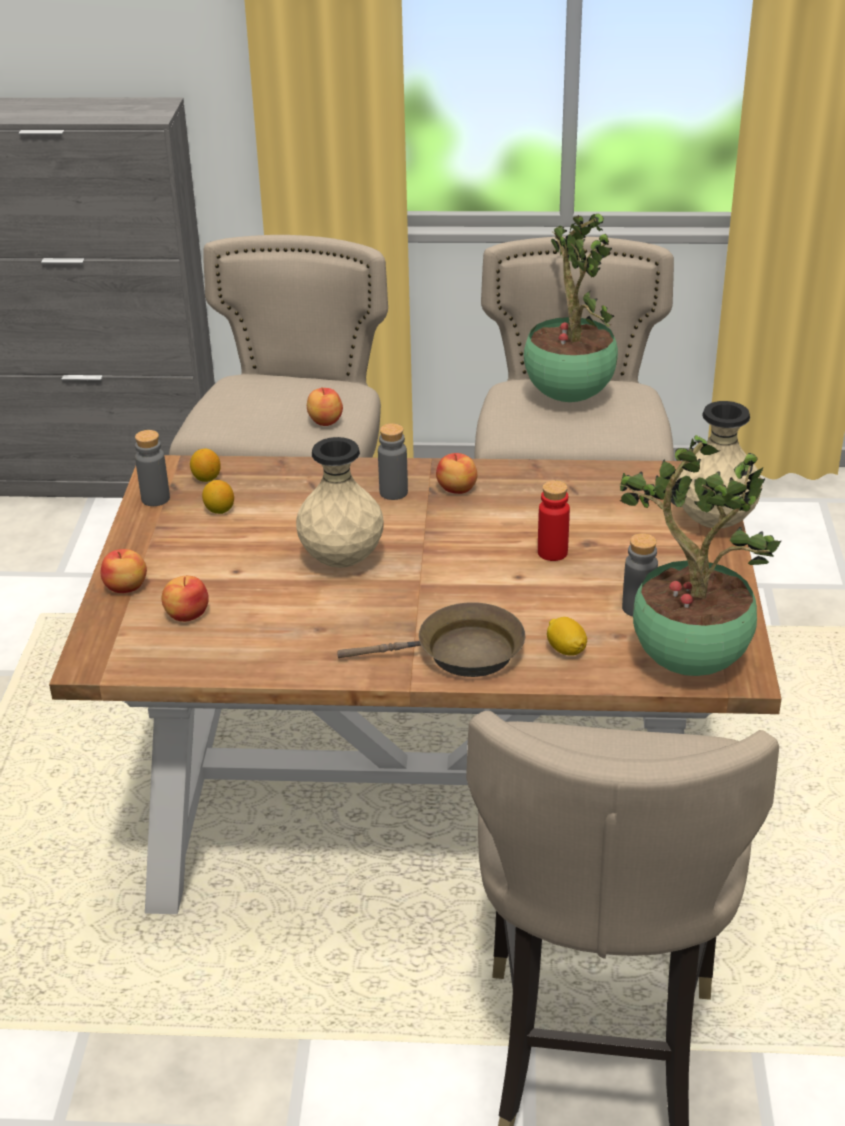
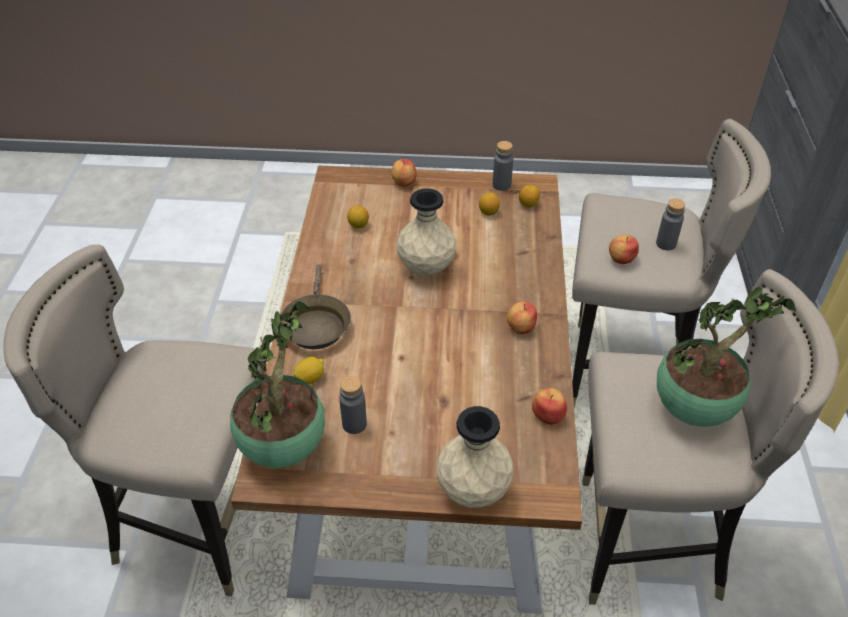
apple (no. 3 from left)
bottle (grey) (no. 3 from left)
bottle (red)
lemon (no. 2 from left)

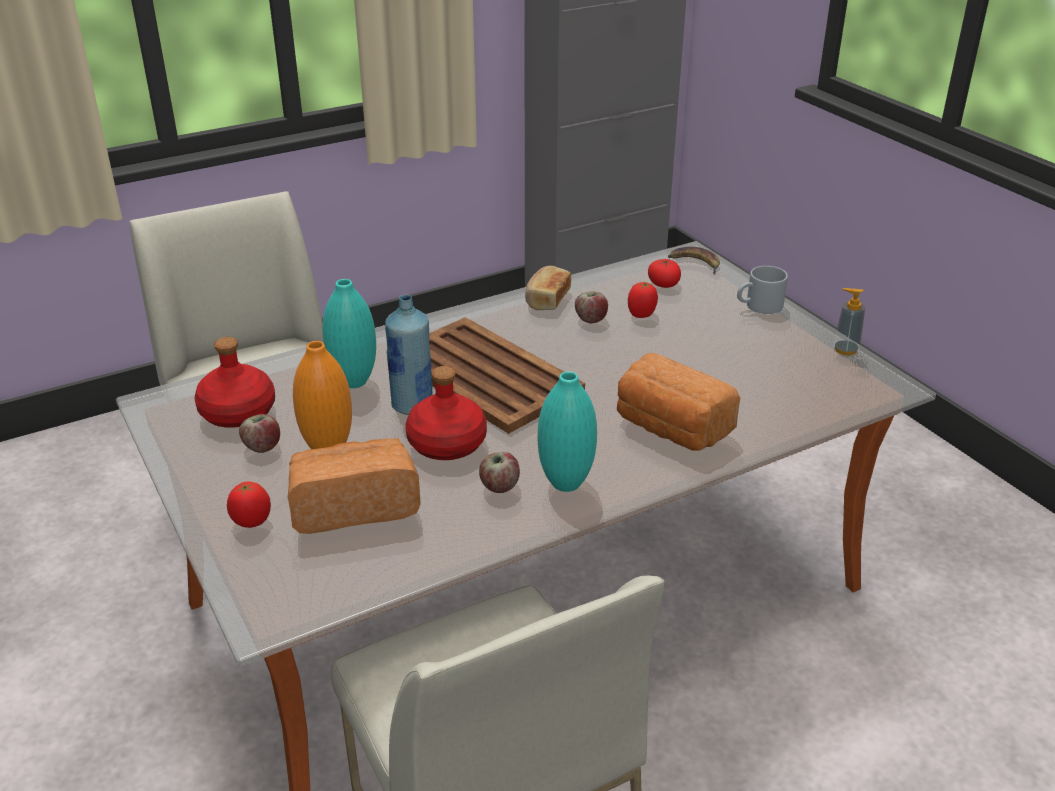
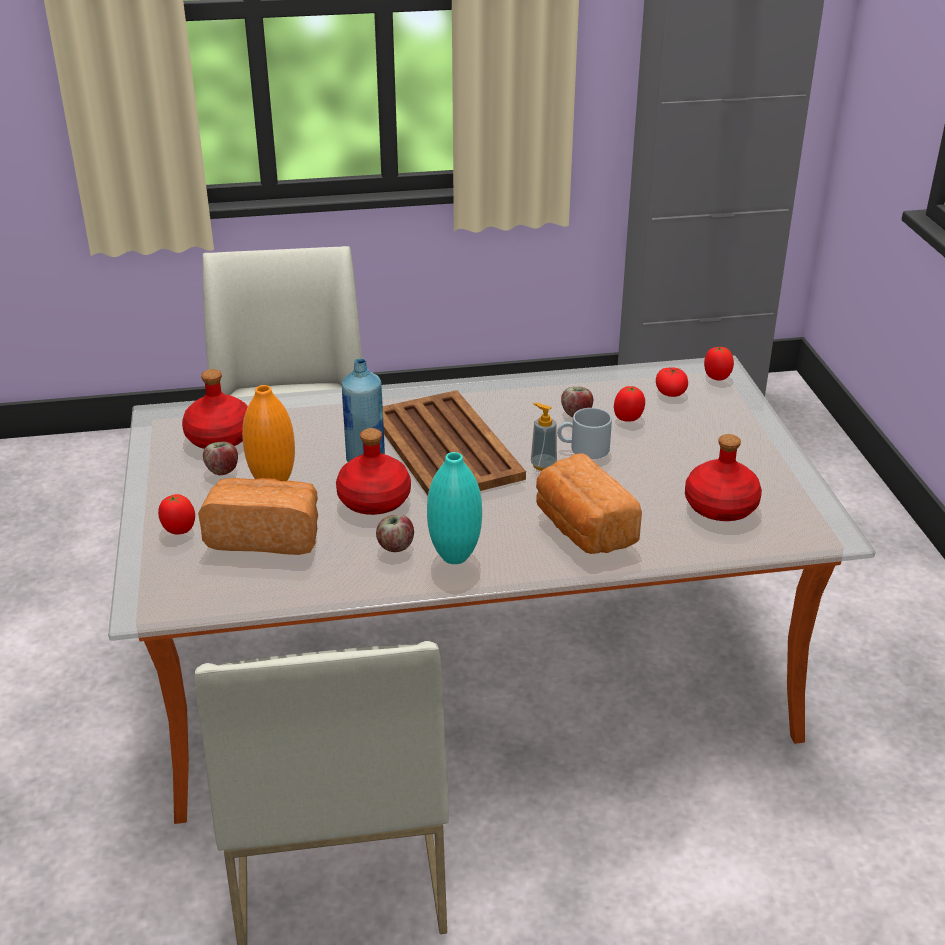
vase (turquoise) (no. 1 from left in the first image)
bread (no. 2 from left in the first image)
tomato (no. 4 from left)
mug (grey)
soap dispenser
bottle (red) (no. 3 from left)

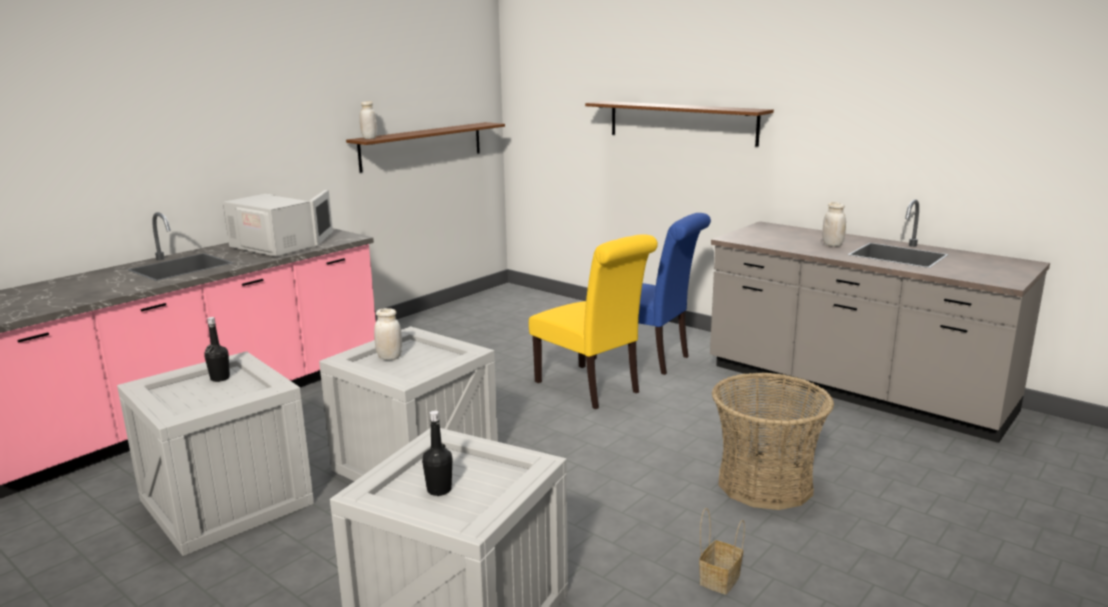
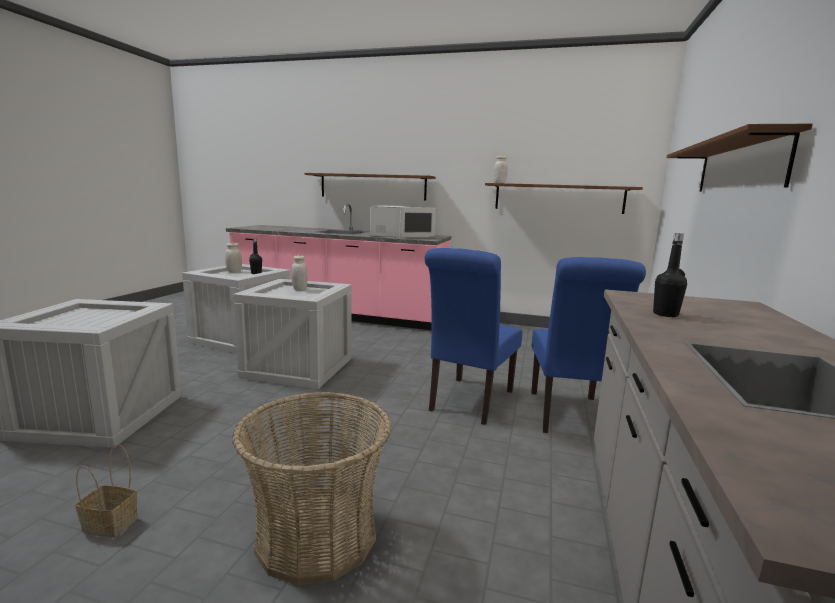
bottle (black) (no. 2 from left)
chair (blue) (no. 1 from left)
jar (white) (no. 1 from left)
shelf (brown) (no. 1 from left)

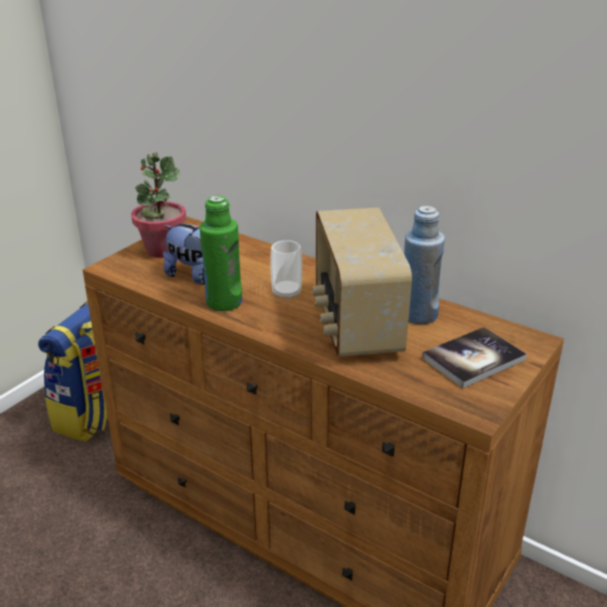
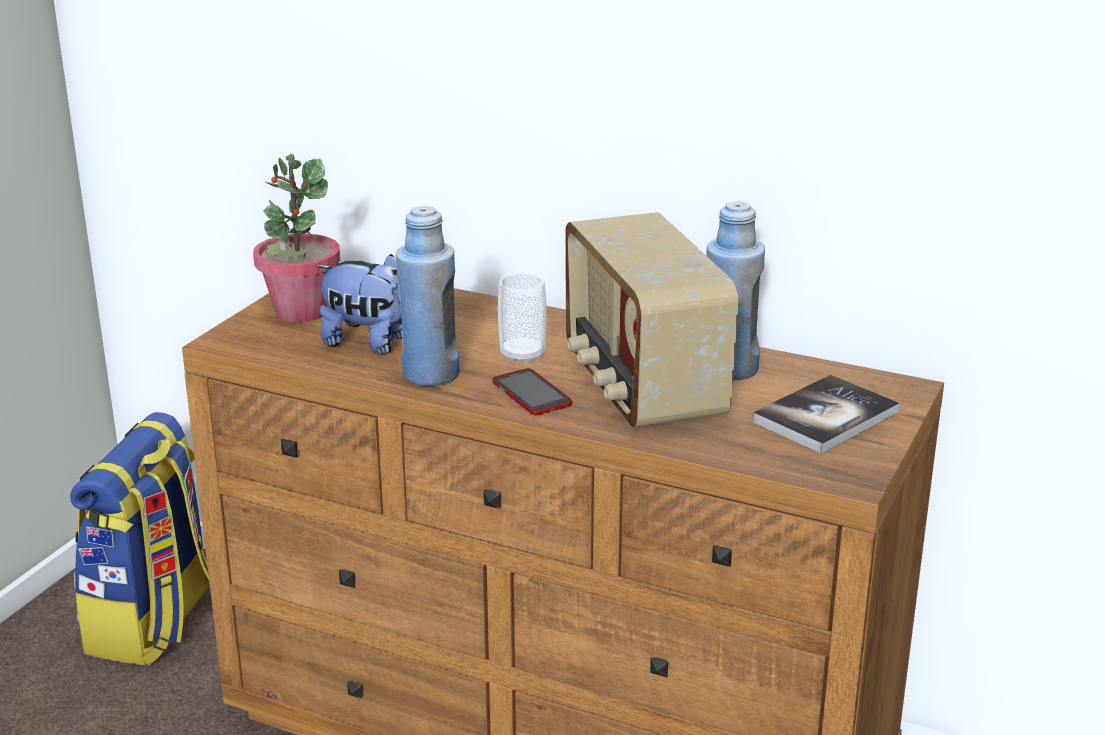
bottle (blue) (no. 1 from left)
phone

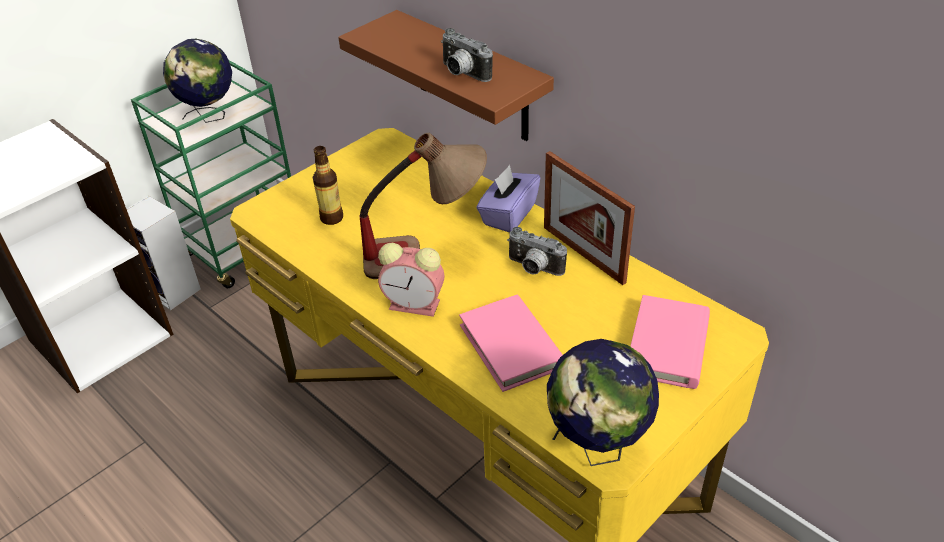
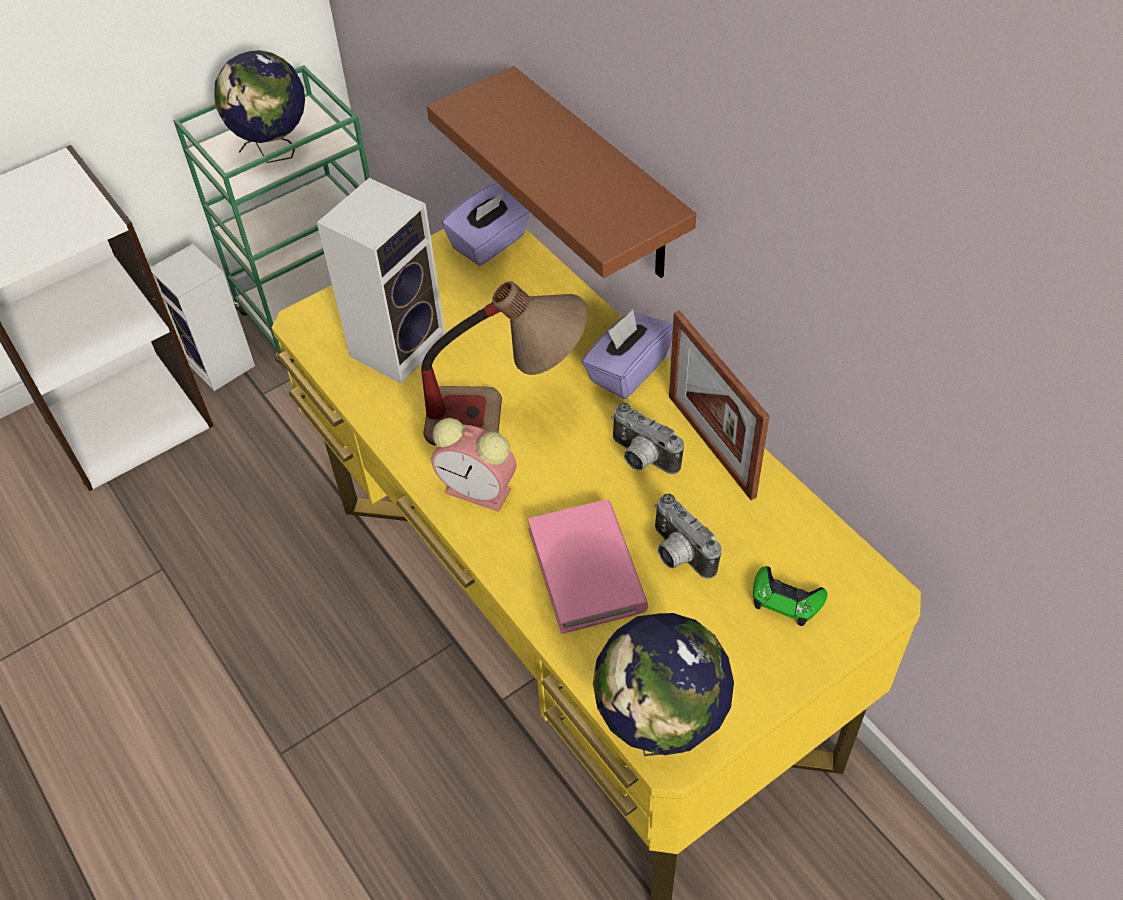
speaker (no. 2 from left)
photo camera (no. 2 from left)
game controller (green)
tissue box (purple) (no. 1 from left)

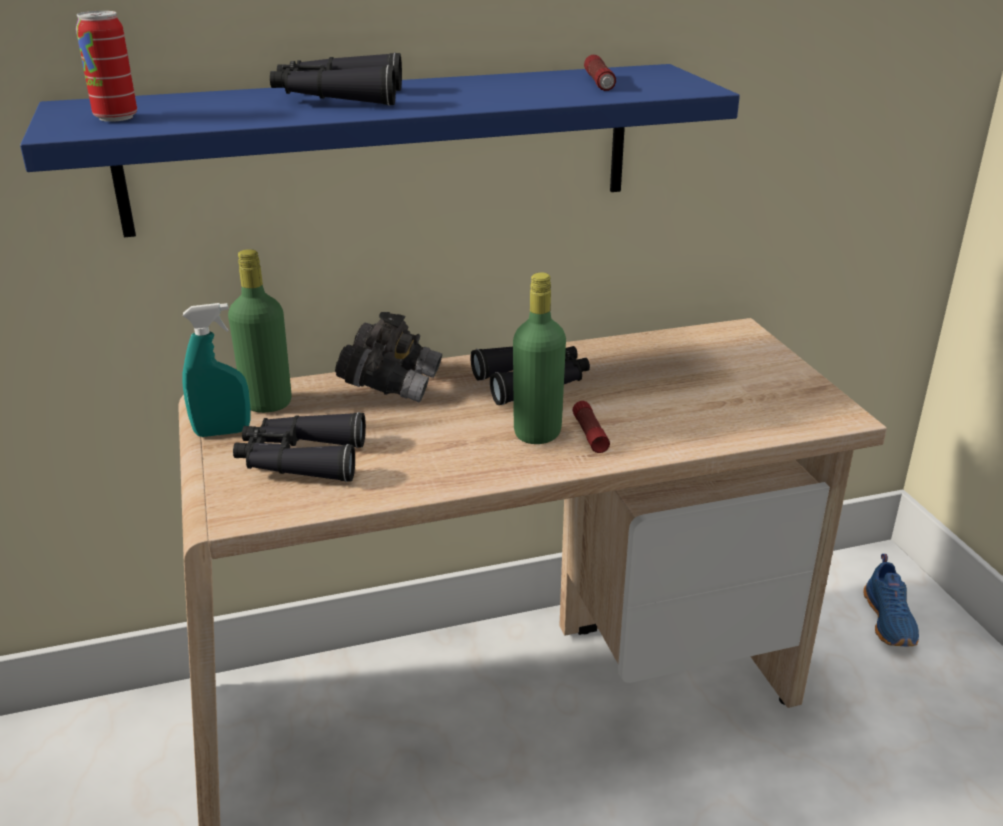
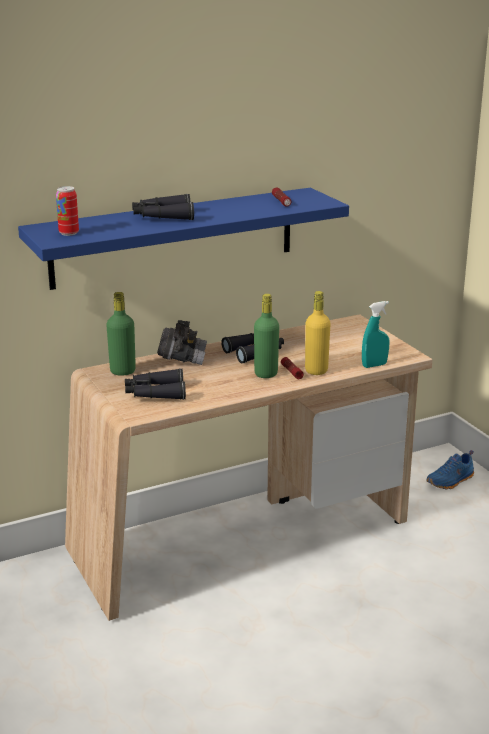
spray bottle (turquoise)
shoe (blue)
bottle (yellow)

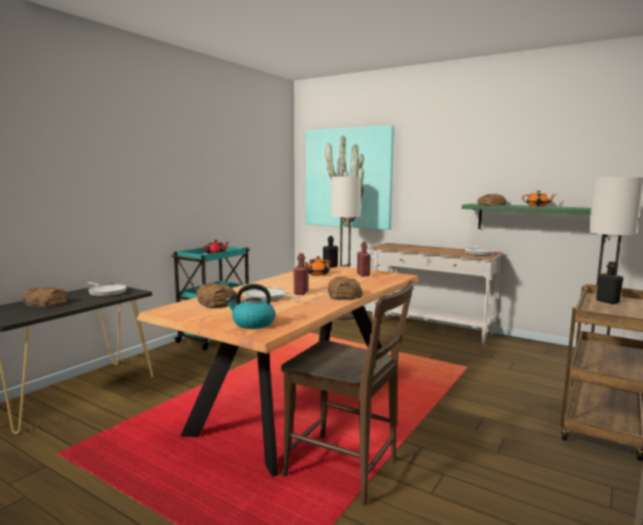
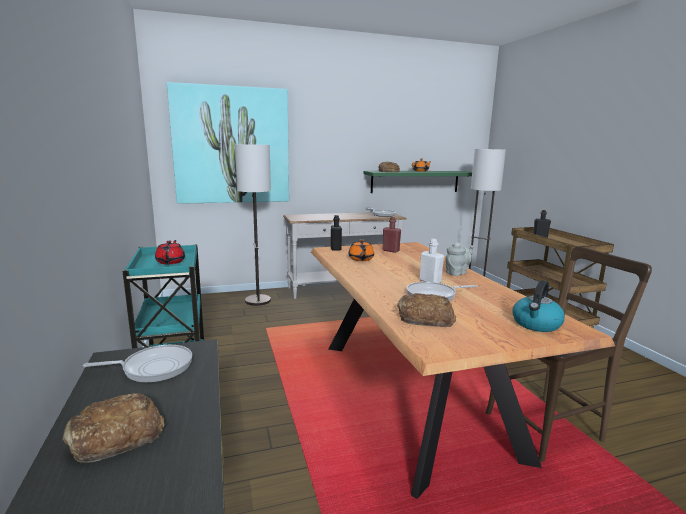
bottle (white)
teapot (grey)

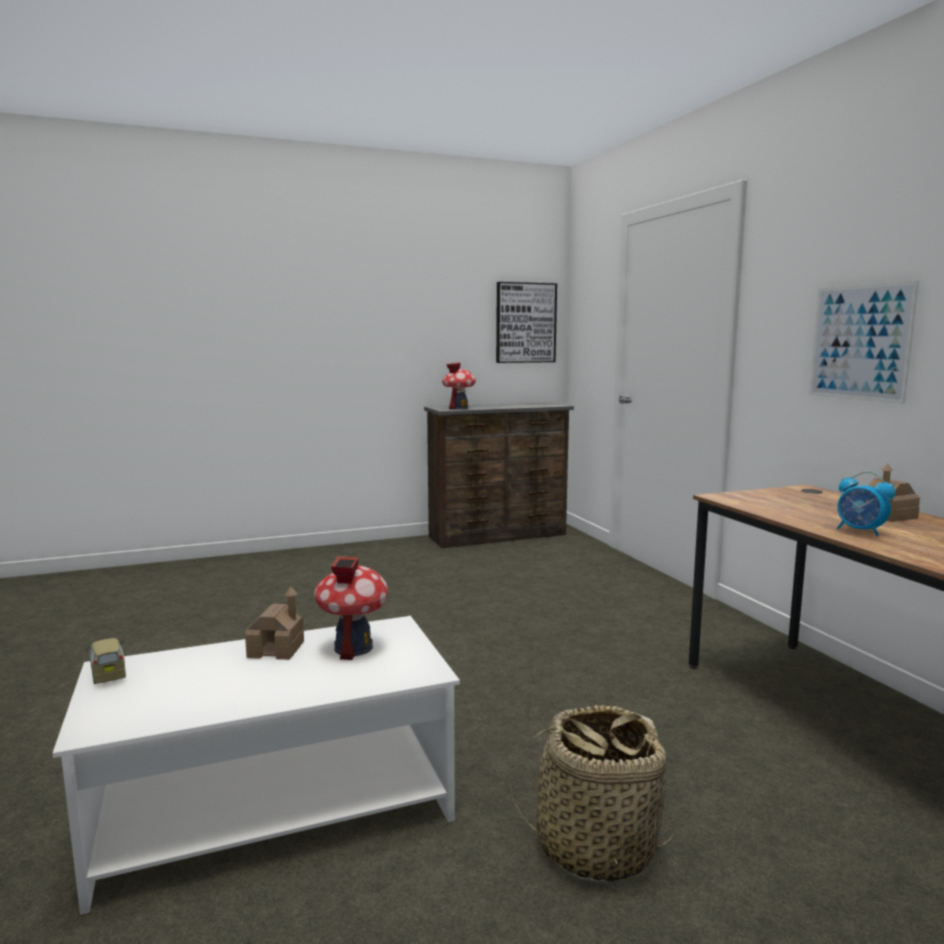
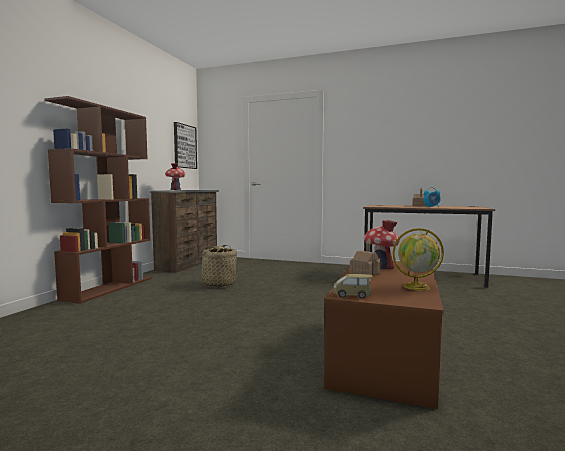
coffee table (brown)
basket
picture (no. 2 from left in the first image)
bookcase (brown)
globe

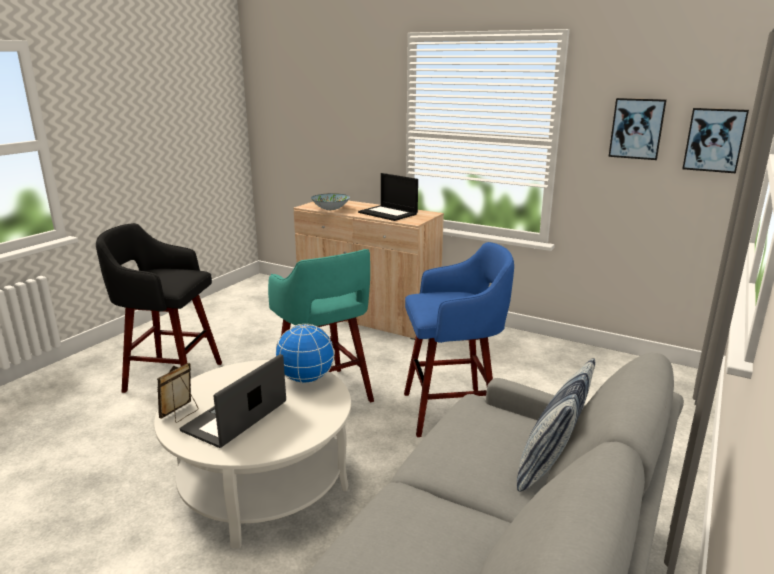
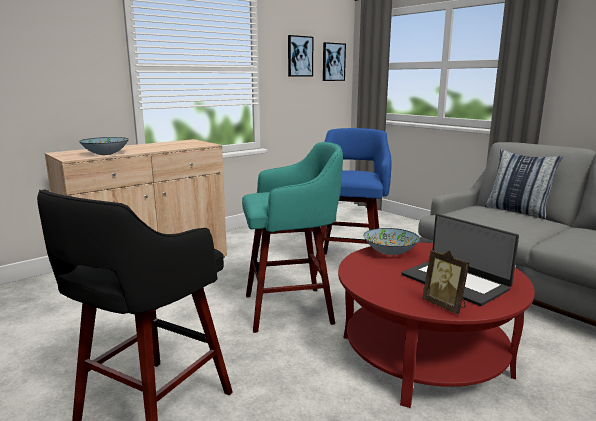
coffee table (red)
bowl (no. 2 from left)
laptop (no. 2 from left in the first image)

